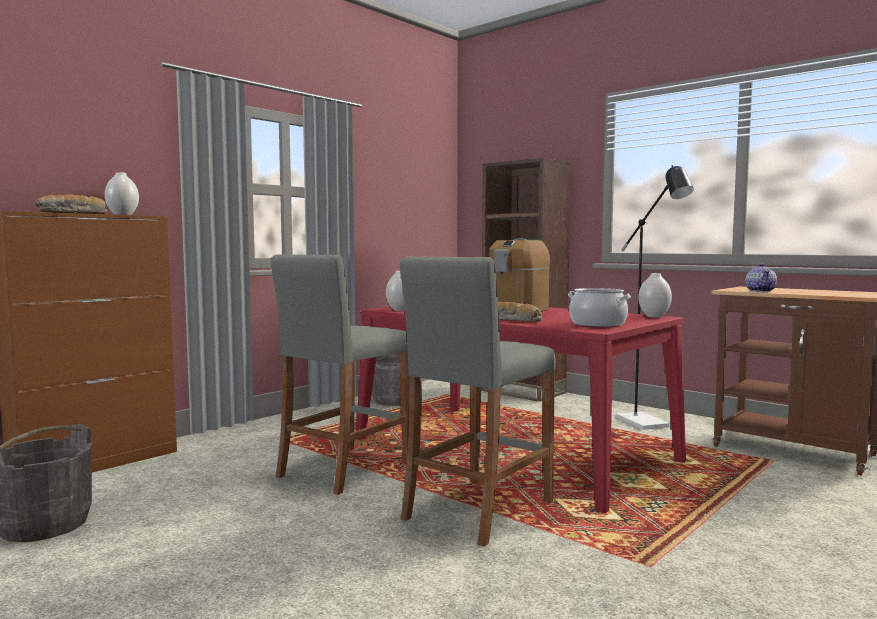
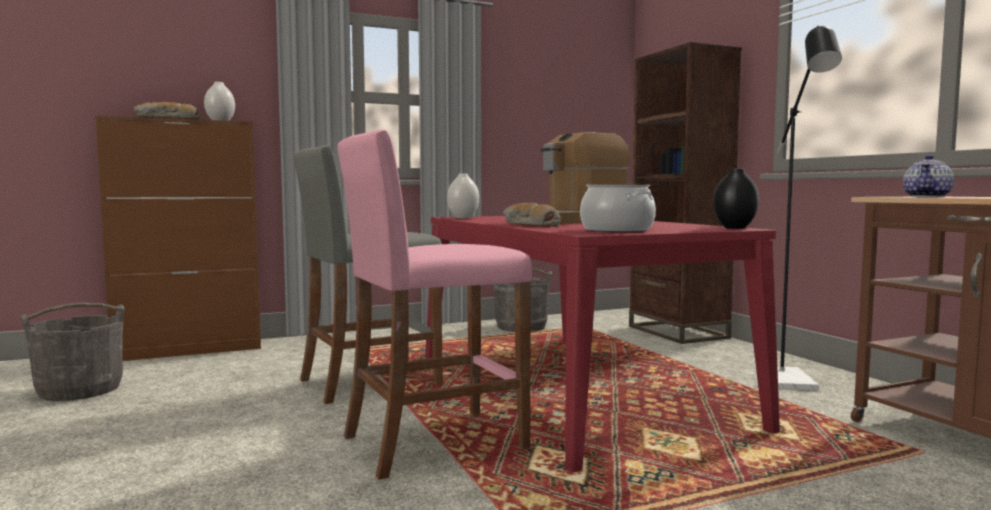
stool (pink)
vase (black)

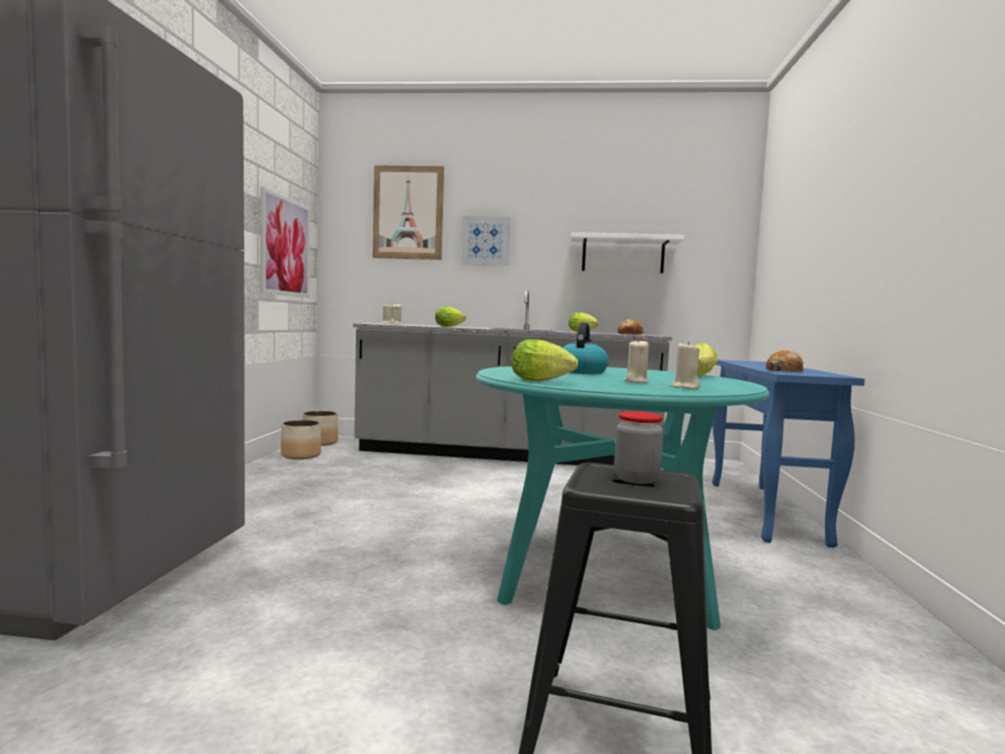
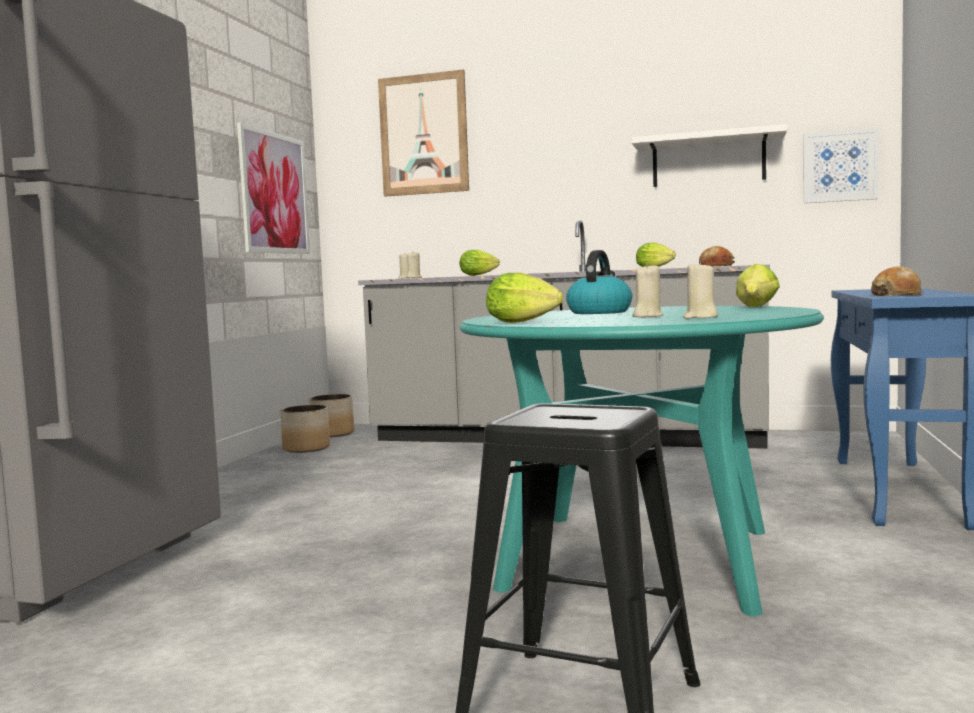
picture (no. 3 from left)
jar

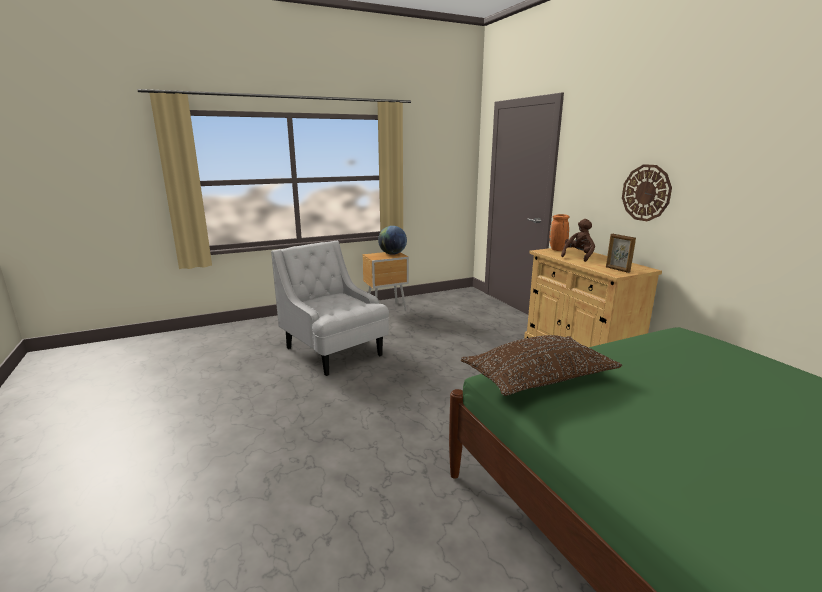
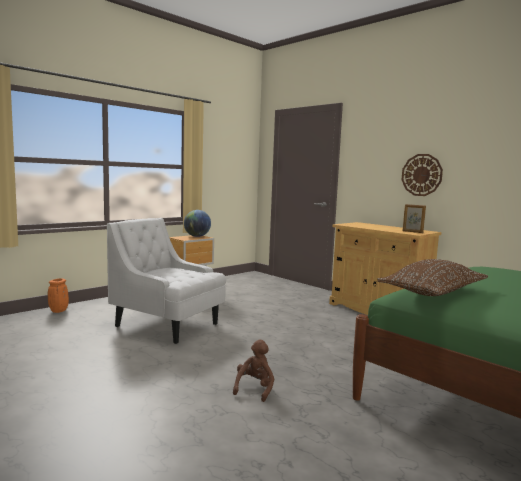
vase (orange)
plush toy (brown)

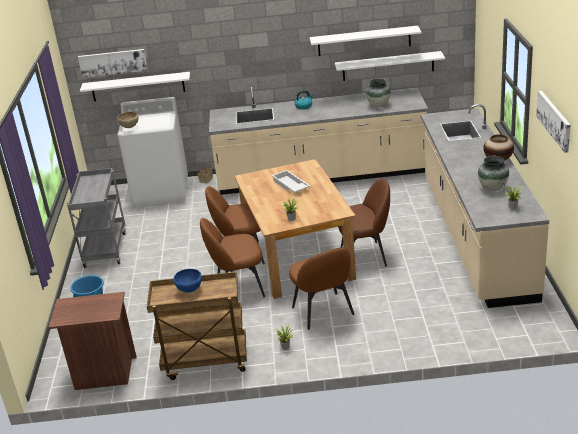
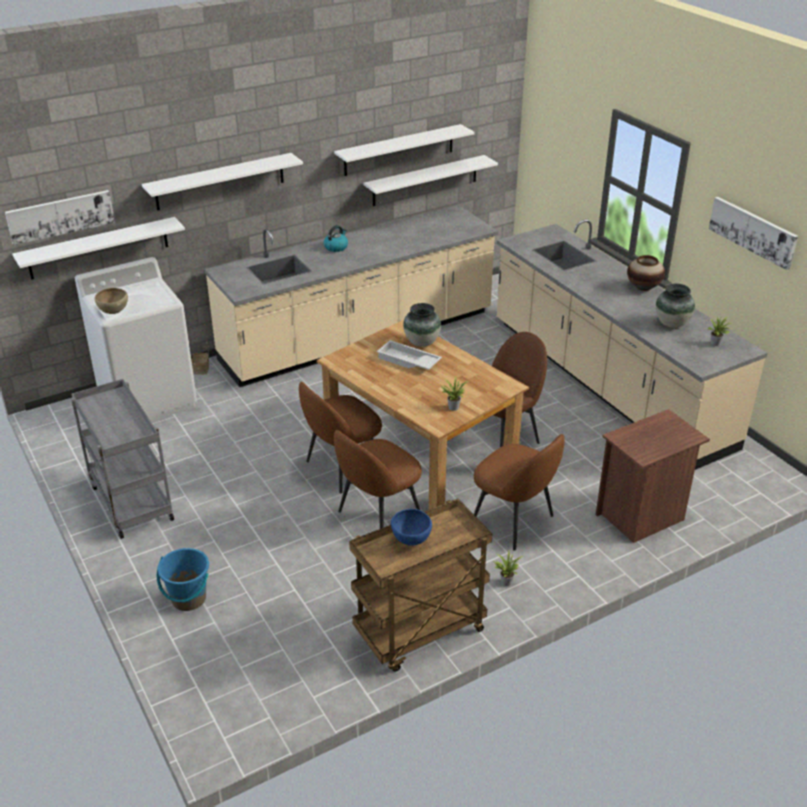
nightstand (brown)
vase (no. 1 from left)
shelf (white) (no. 2 from left)

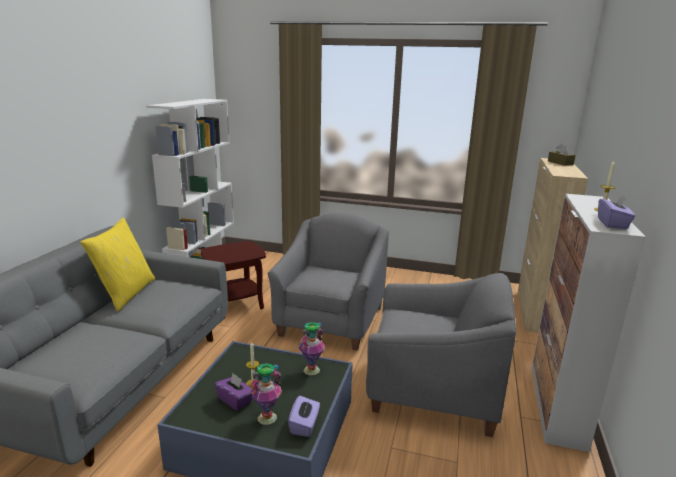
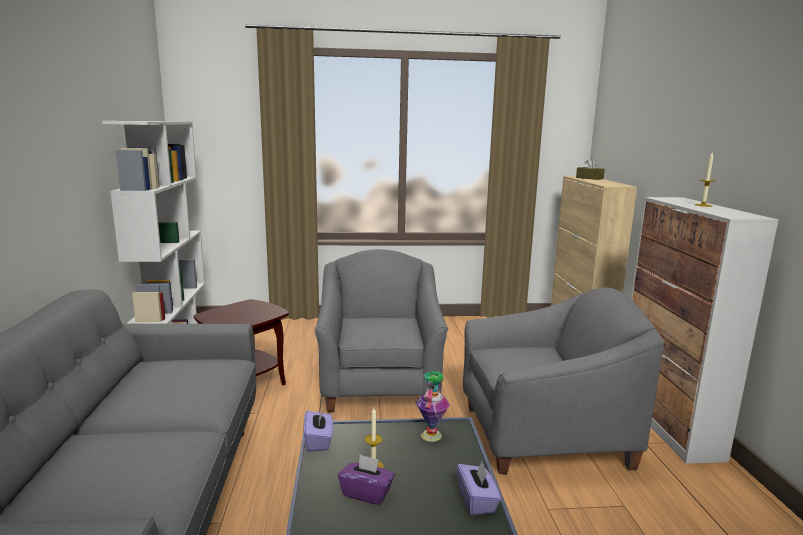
pillow (yellow)
vase (no. 1 from left in the first image)
tissue box (purple) (no. 1 from left)

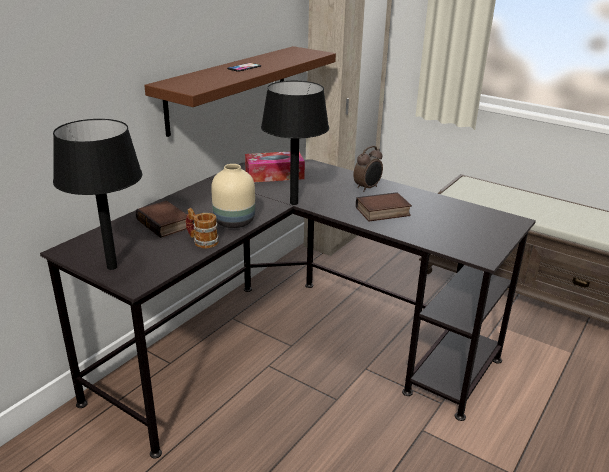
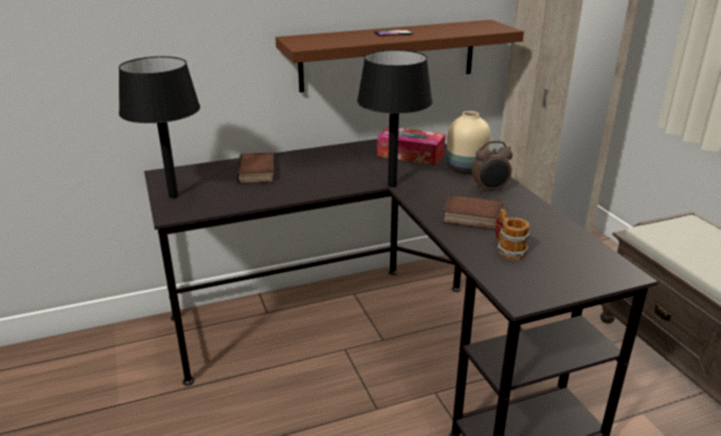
mug
vase (beige)

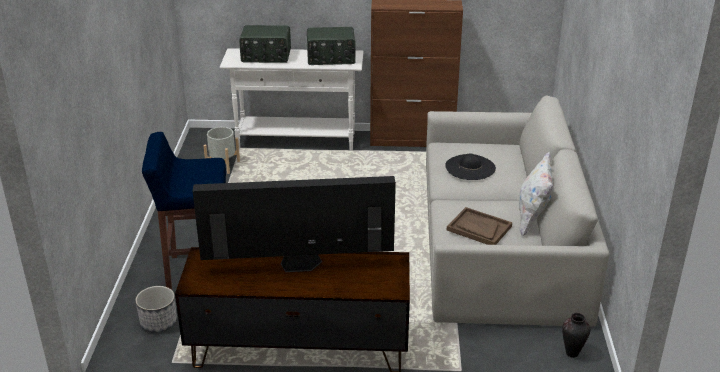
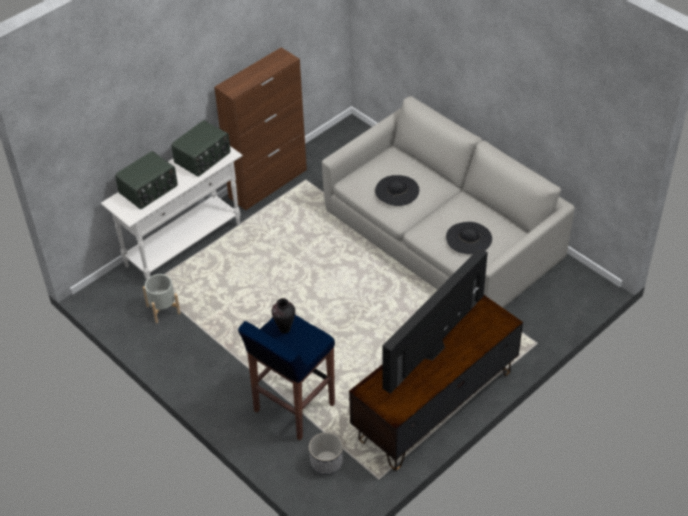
hat (black) (no. 2 from left)
pillow (white)
vase

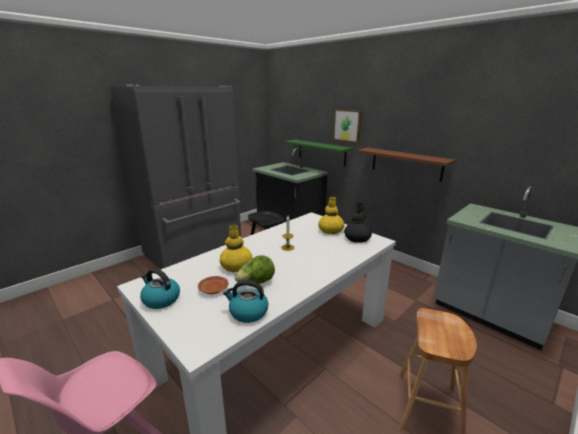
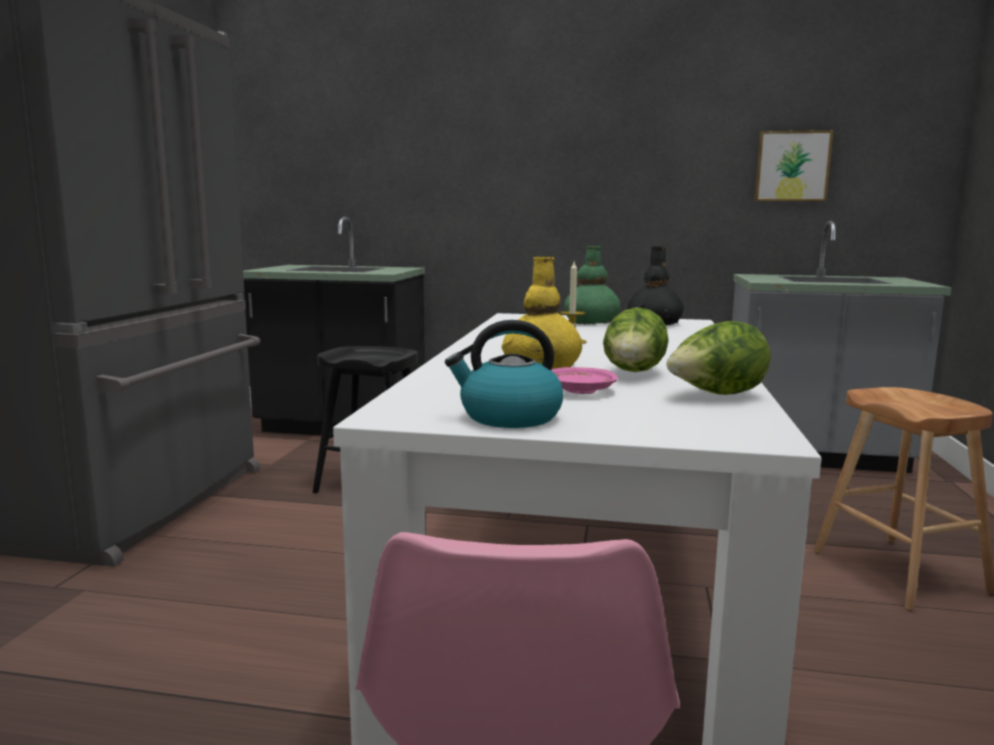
plate (pink)
lettuce (no. 2 from left)
shelf (green)
vase (green)
picture
shelf (brown)

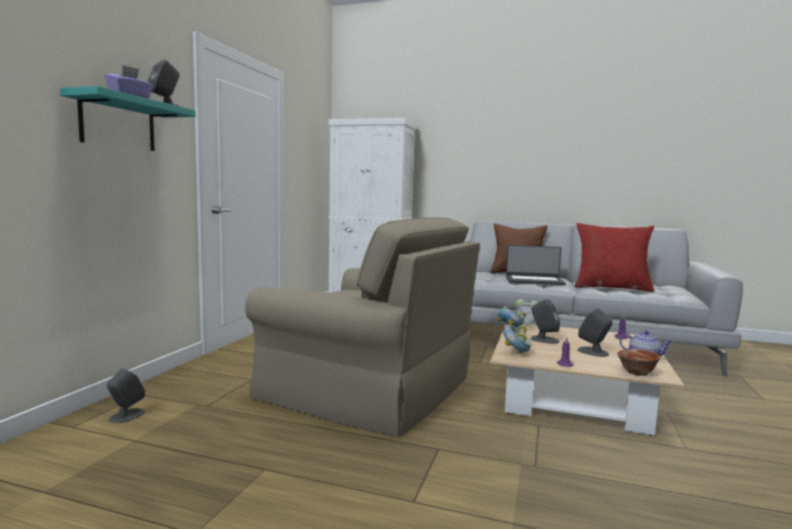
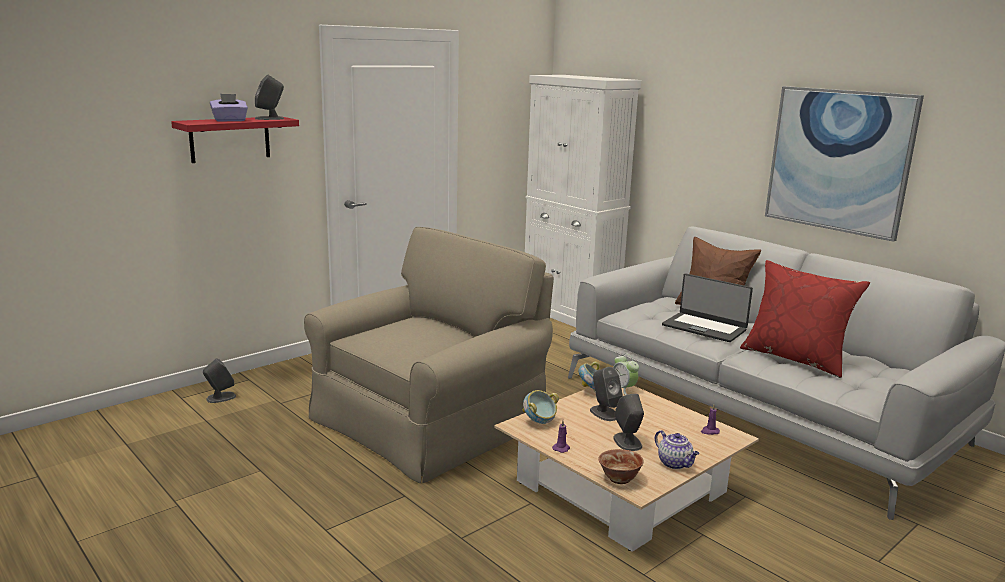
shelf (red)
armchair (beige)
picture

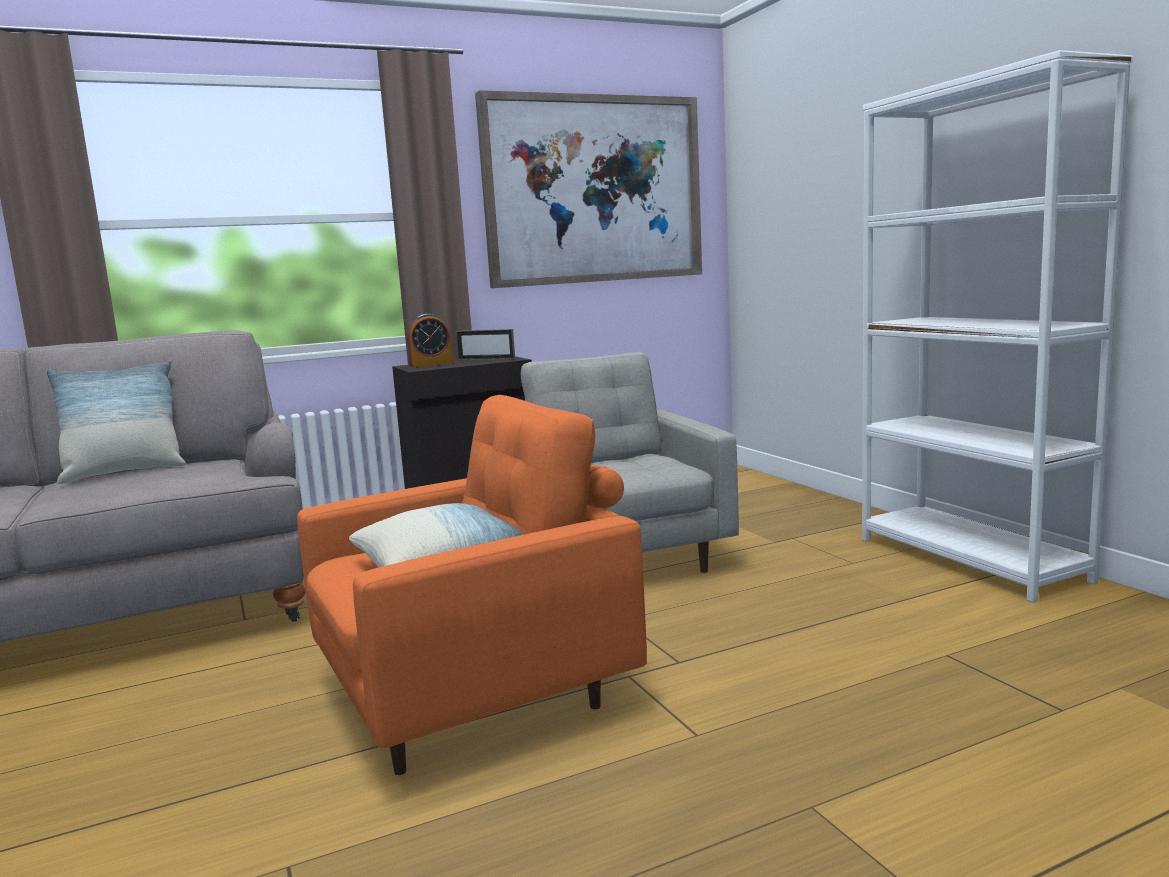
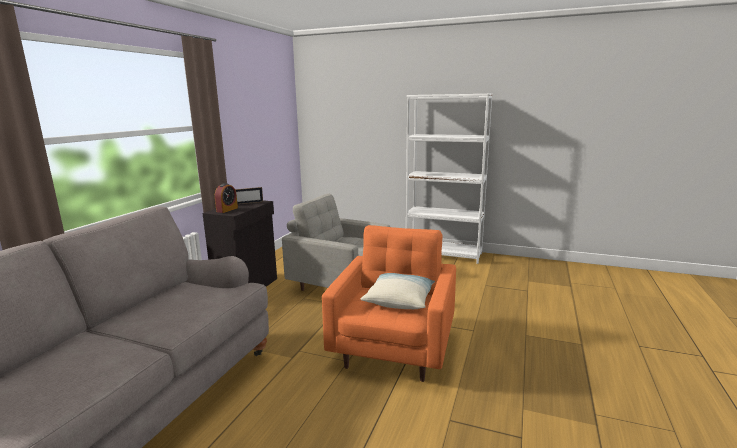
pillow (no. 1 from left in the first image)
picture

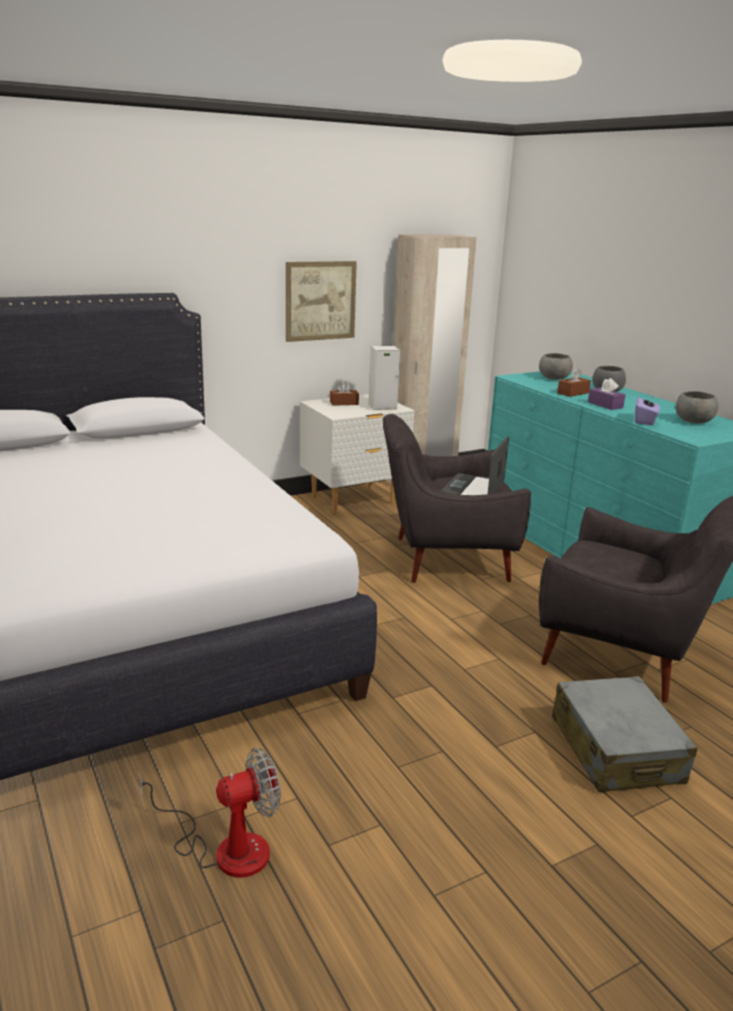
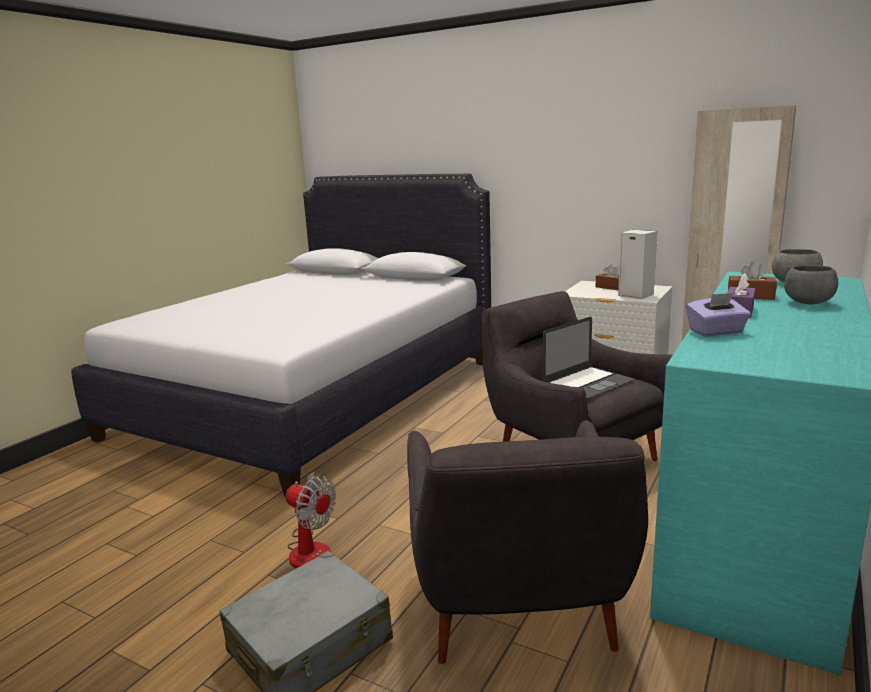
fan
picture
laptop
bowl (grey) (no. 3 from left in the first image)

